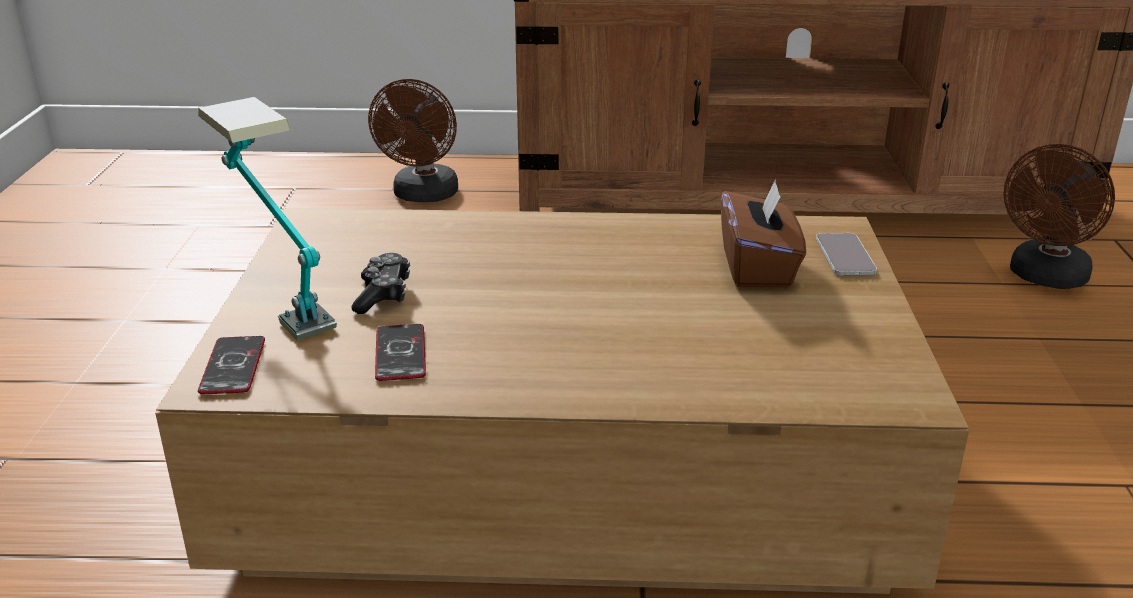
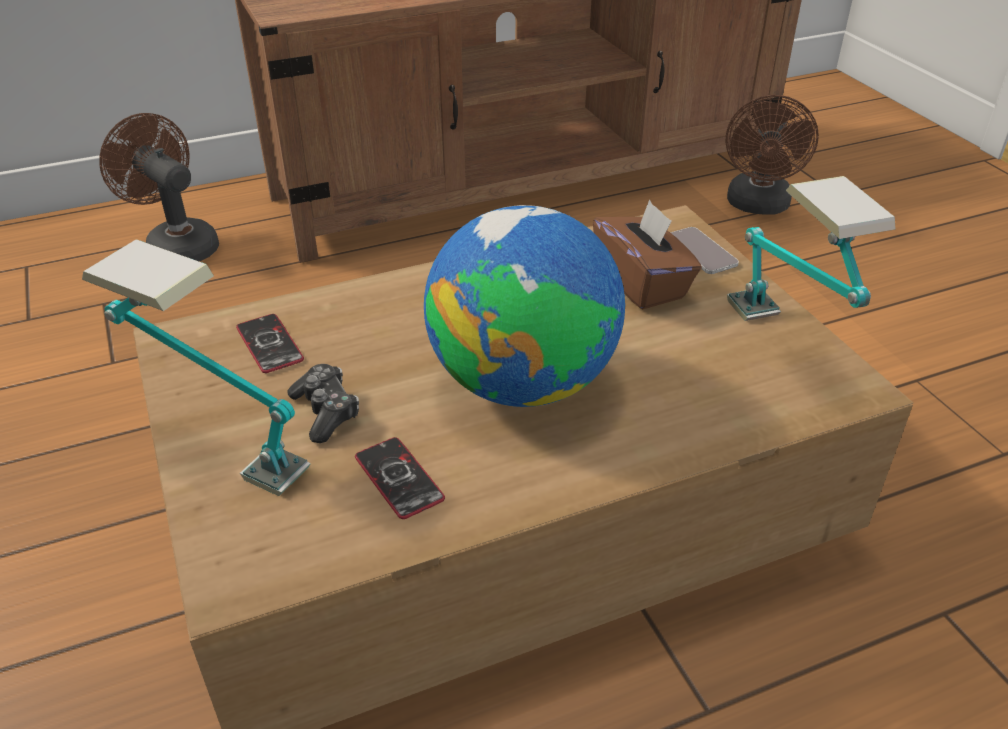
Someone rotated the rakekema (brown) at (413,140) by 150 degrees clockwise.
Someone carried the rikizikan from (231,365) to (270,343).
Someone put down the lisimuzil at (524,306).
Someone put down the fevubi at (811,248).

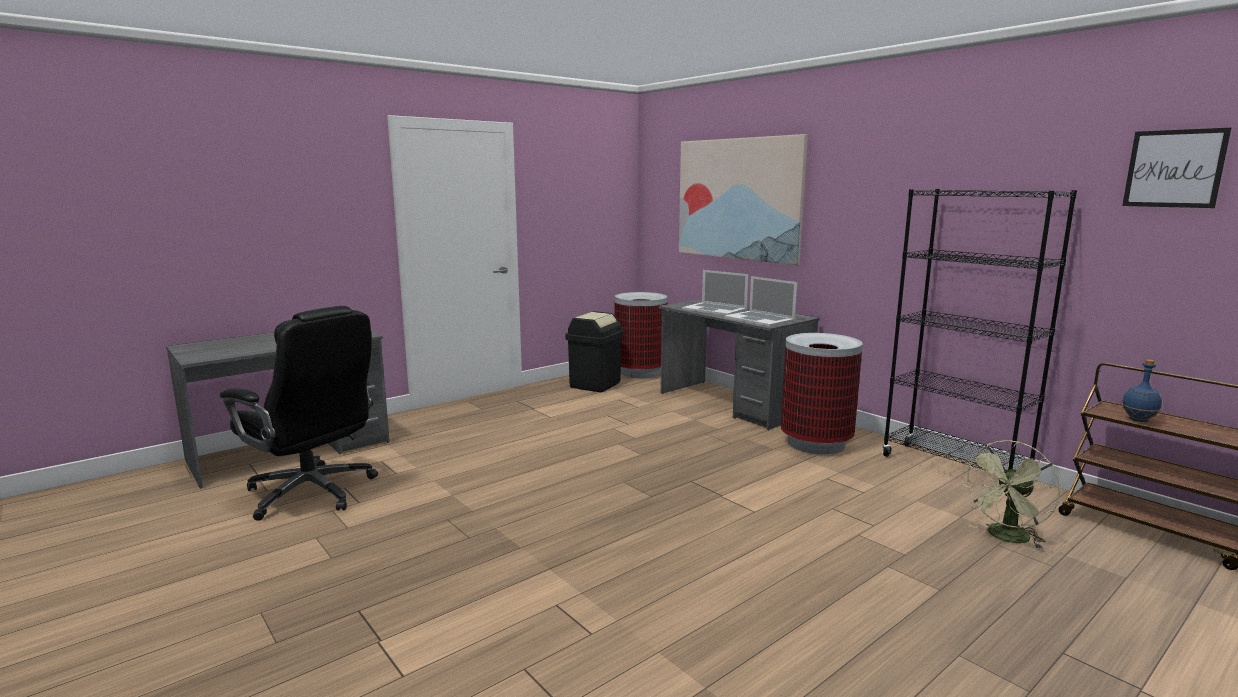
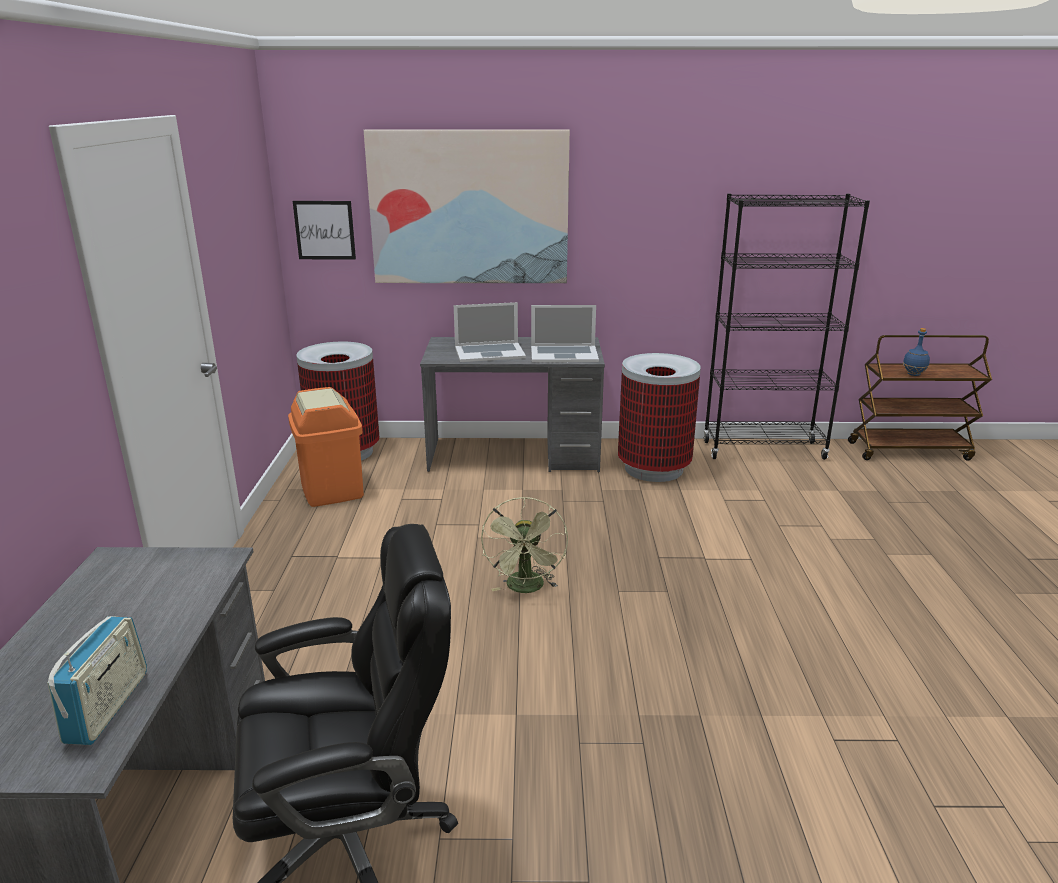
Someone put down the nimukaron at (97,680).
Someone repainted the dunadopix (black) at (595,351), which became the dunadopix (orange) at (326,447).
Someone carried the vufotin from (1176,168) to (324,230).
Someone carried the rakekema (green) from (1011,494) to (524,545).

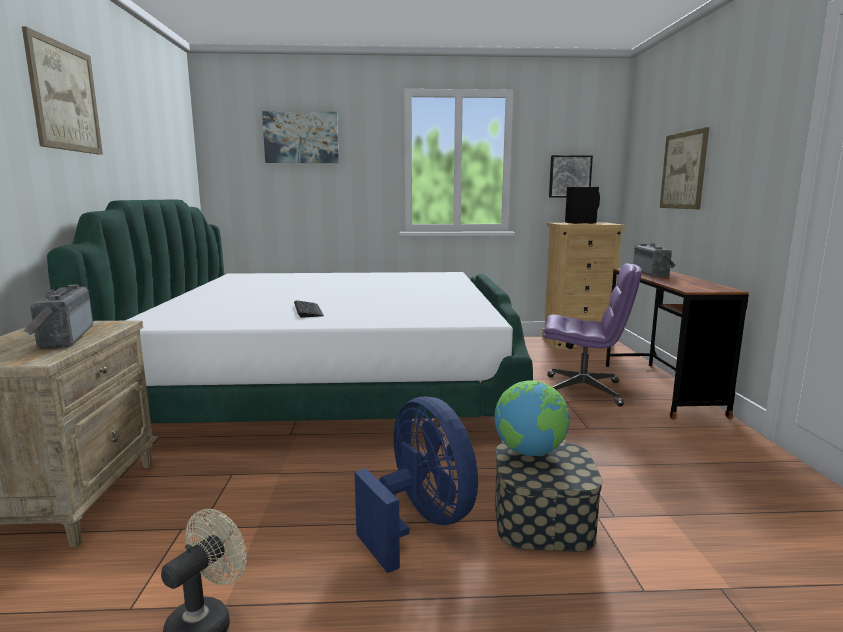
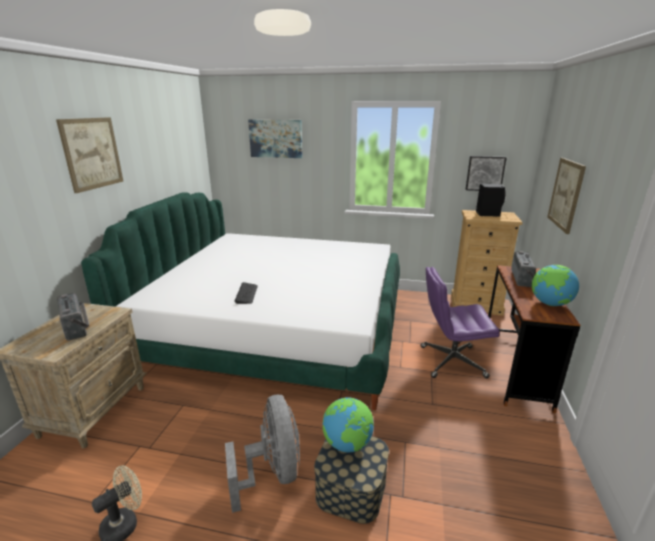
Someone rotated the nimukaron at (58,316) by 150 degrees clockwise.
Someone repainted the rakekema (blue) at (416,485), which became the rakekema (grey) at (262,454).
Someone rotated the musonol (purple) at (592,335) by 150 degrees clockwise.
Someone put down the lisimuzil at (555,285).

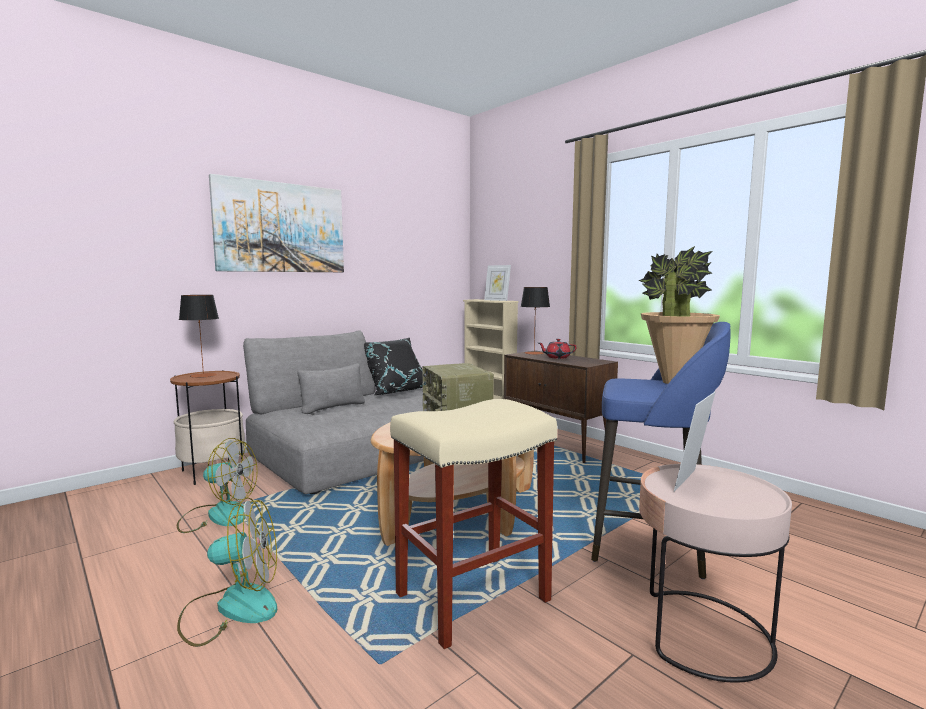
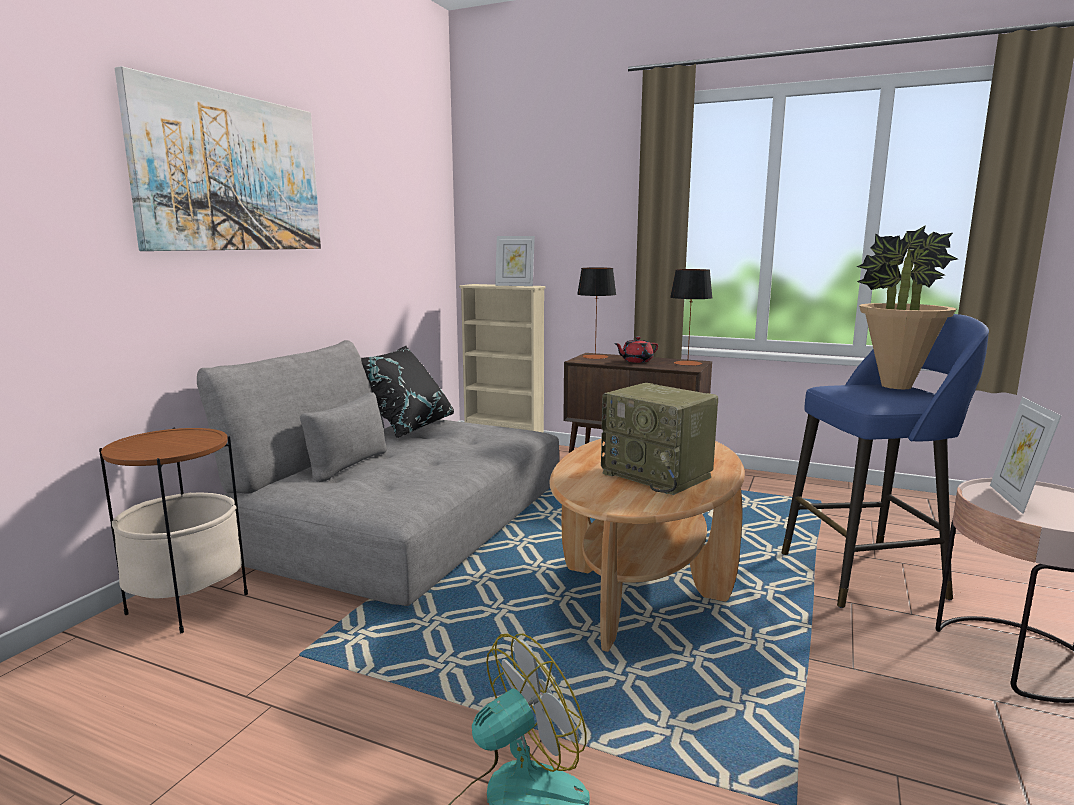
Someone carried the fevubi from (199,336) to (691,317).
Someone took away the rakekema at (217,485).
Someone took away the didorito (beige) at (473,524).

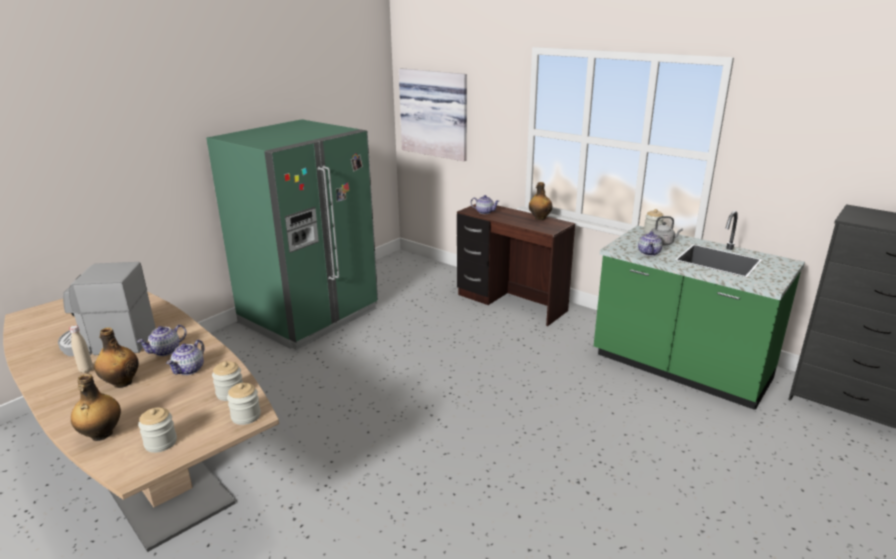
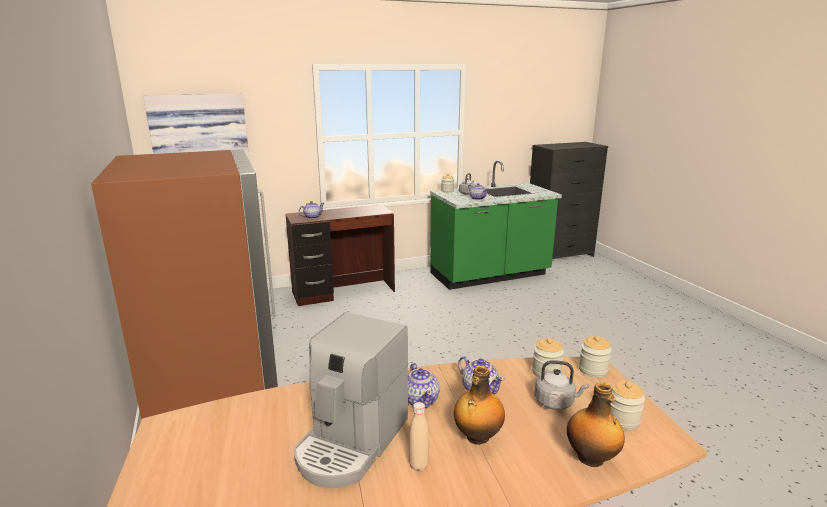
Someone repainted the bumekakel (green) at (292,234), which became the bumekakel (brown) at (184,284).
Someone put down the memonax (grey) at (562,385).
Someone took away the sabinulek at (540,201).

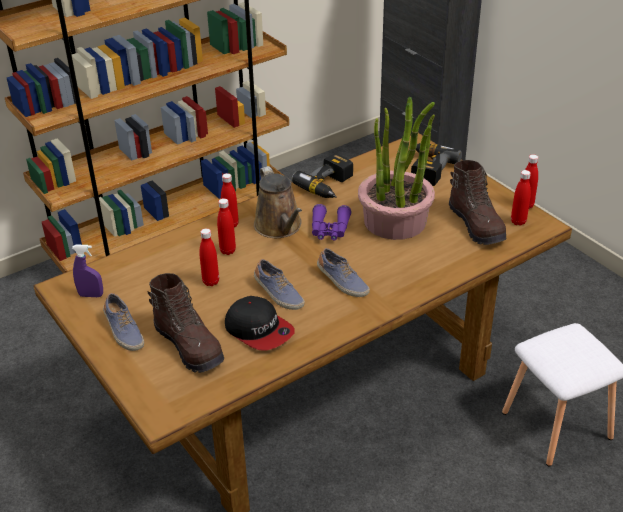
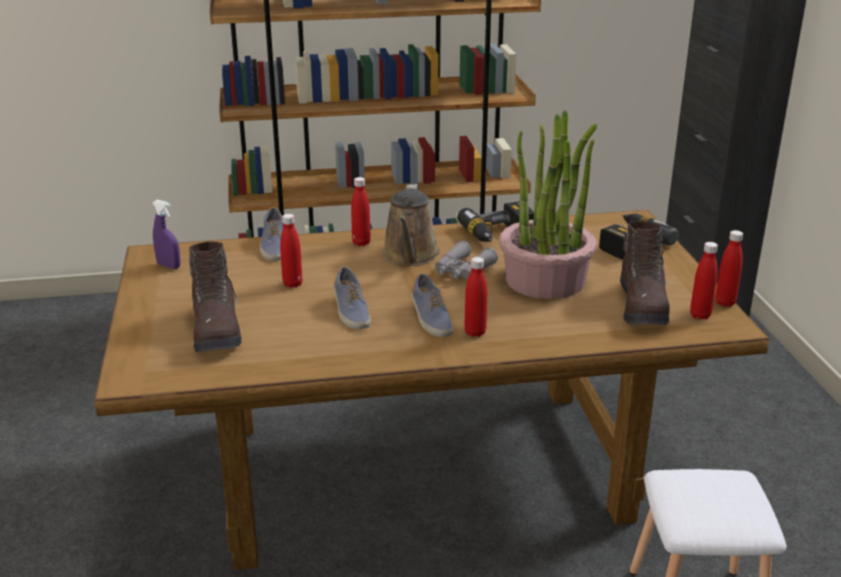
Someone carried the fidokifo from (123,322) to (271,234).
Someone repainted the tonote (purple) at (332,222), which became the tonote (grey) at (466,260).
Someone carried the sabinulek (red) from (226,226) to (475,297).
Someone took away the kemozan at (260,323).

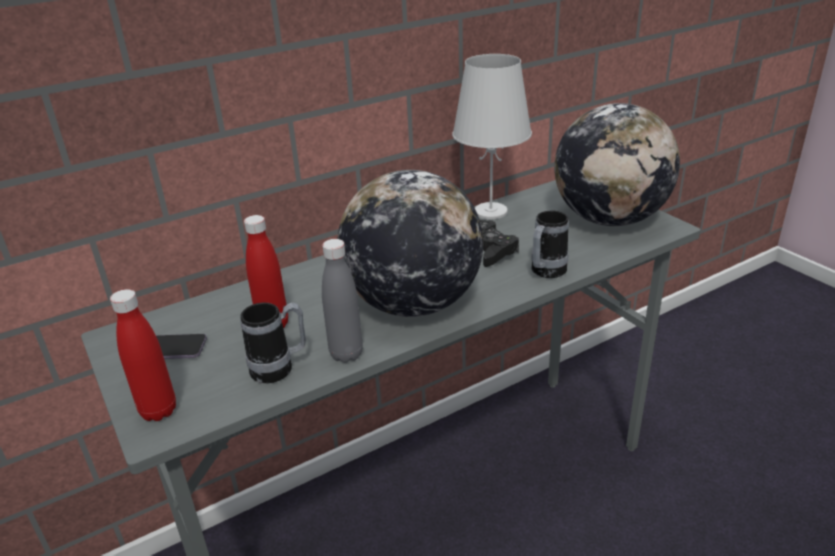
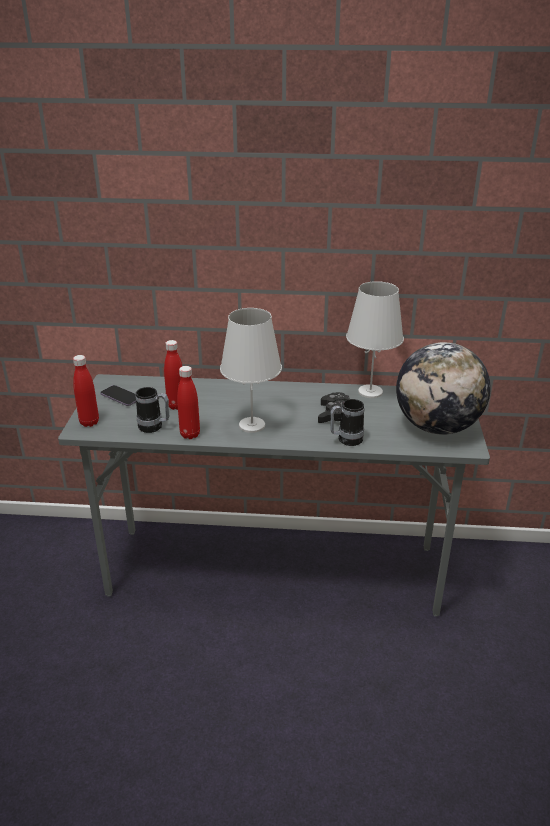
Someone repainted the sabinulek (grey) at (342,301), which became the sabinulek (red) at (188,402).
Someone swapped the lisimuzil at (410,243) for the fevubi (white) at (251,370).

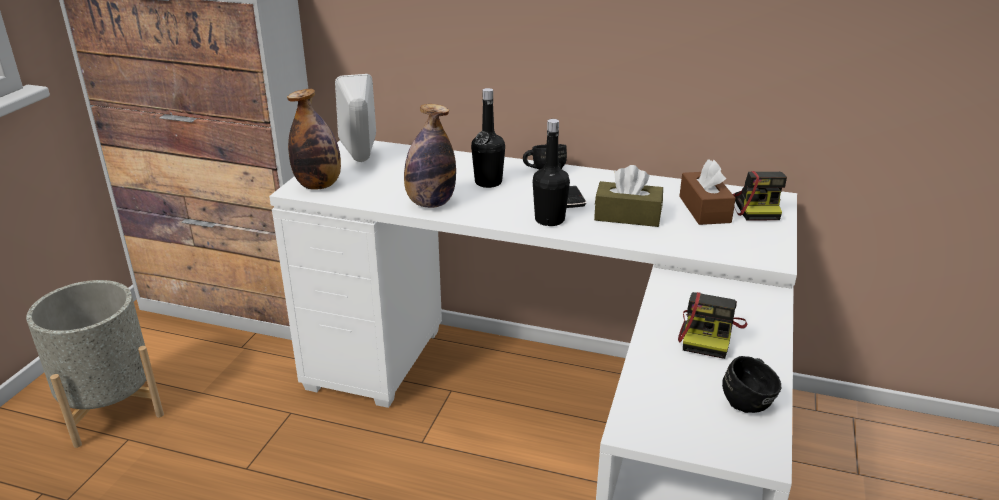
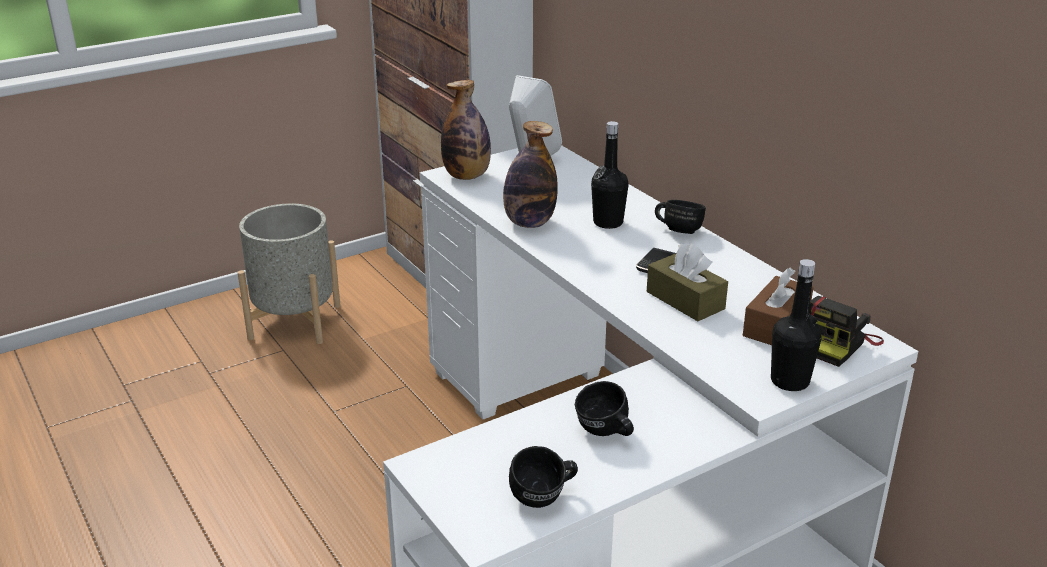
Someone swapped the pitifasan at (712,325) for the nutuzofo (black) at (604,408).
Someone carried the sabinulek (black) from (551,172) to (796,325).

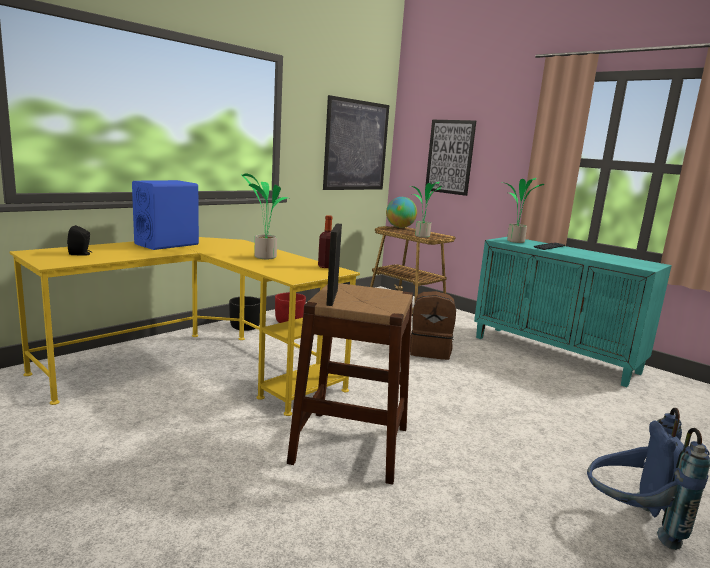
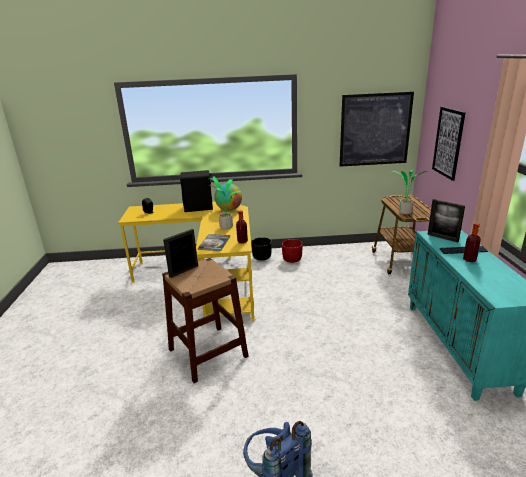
Someone repainted the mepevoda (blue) at (165,215), which became the mepevoda (black) at (196,191).
Someone put down the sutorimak at (214,242).
Someone carried the lisimuzil from (401,212) to (228,197).
Someone swapped the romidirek at (525,210) for the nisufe at (446,220).
Someone put down the sabinulek at (472,242).
Someone took away the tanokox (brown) at (433,325).

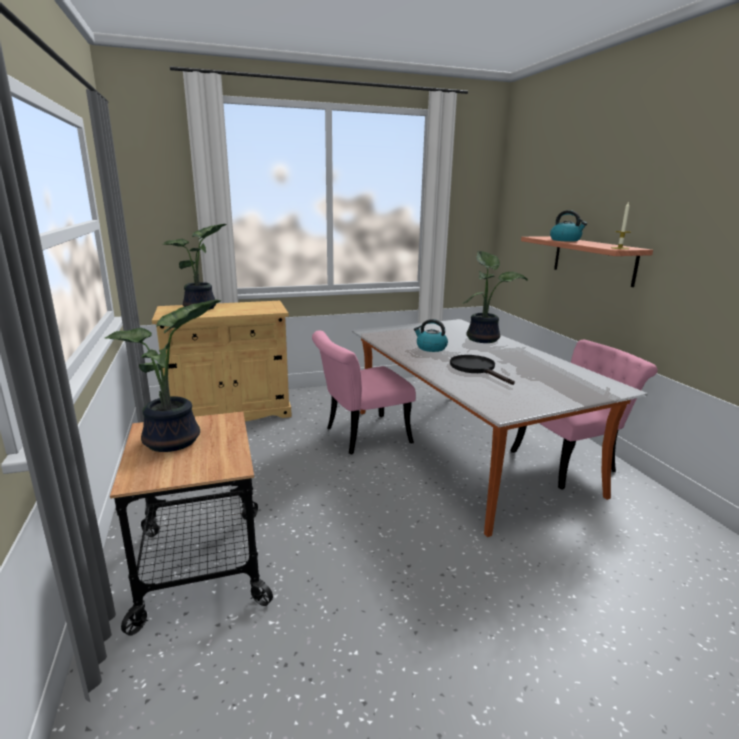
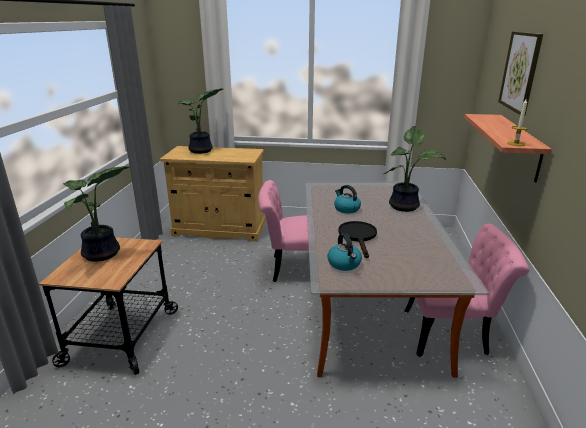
Someone carried the memonax from (568,226) to (345,252).
Someone put up the vufotin at (520,74).

